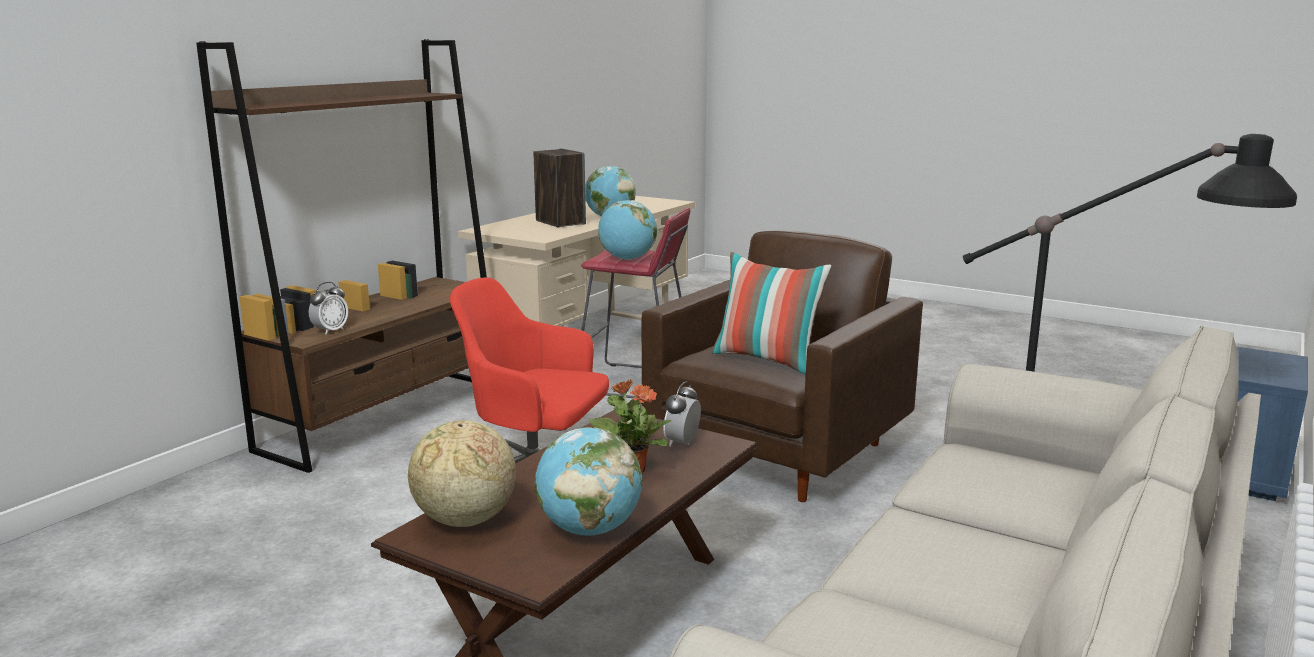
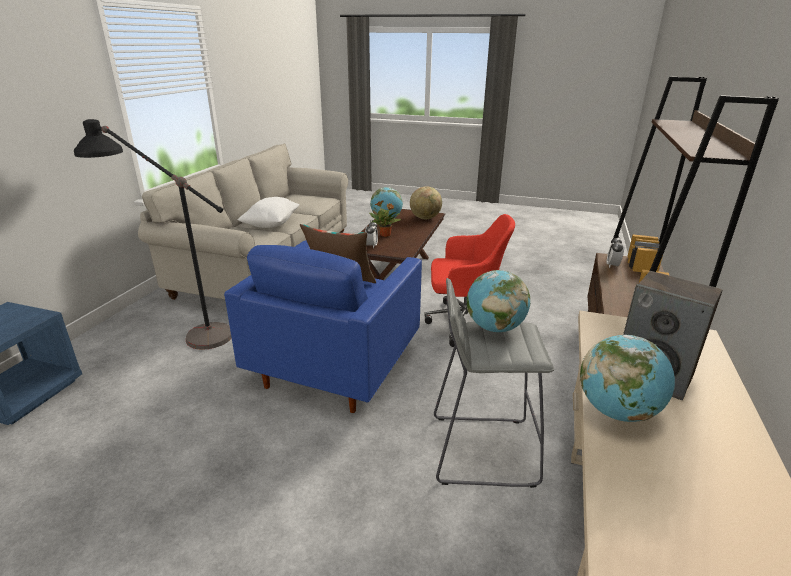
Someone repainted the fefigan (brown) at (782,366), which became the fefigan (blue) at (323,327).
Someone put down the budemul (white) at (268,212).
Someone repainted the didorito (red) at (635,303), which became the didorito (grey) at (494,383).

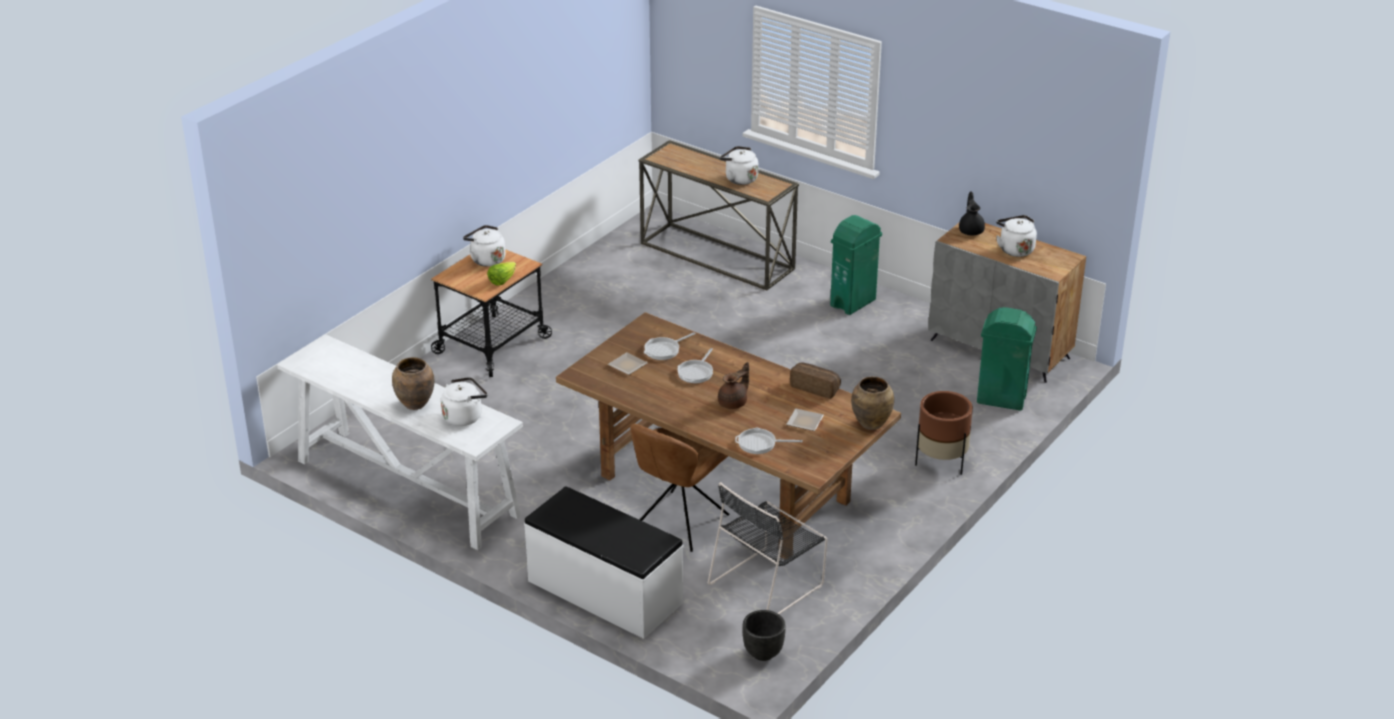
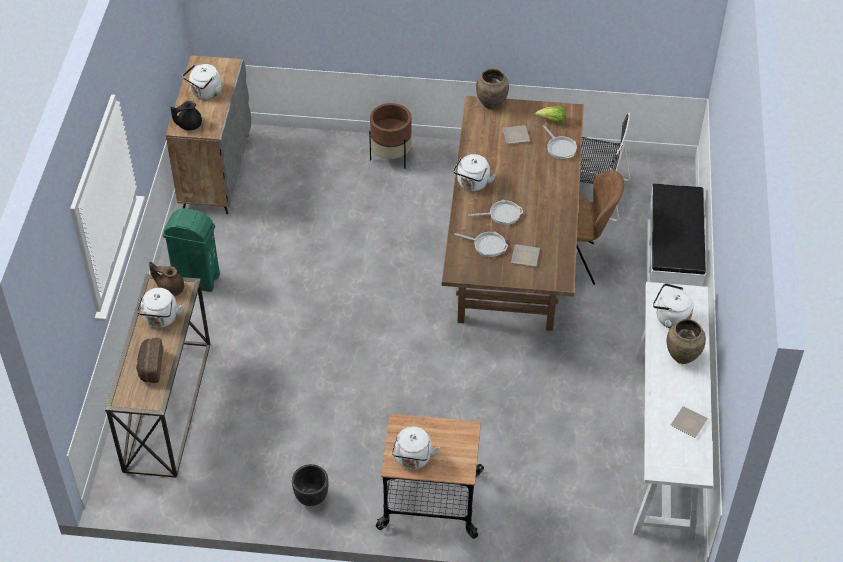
Someone carried the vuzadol from (815,381) to (149,360).
Someone carried the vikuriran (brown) from (733,385) to (166,279).
Someone carried the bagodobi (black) from (764,635) to (310,485).
Someone put down the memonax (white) at (474,172).
Someone carried the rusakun from (501,274) to (550,115).
Someone put down the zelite at (689,422).
Someone took away the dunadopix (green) at (1007,358).

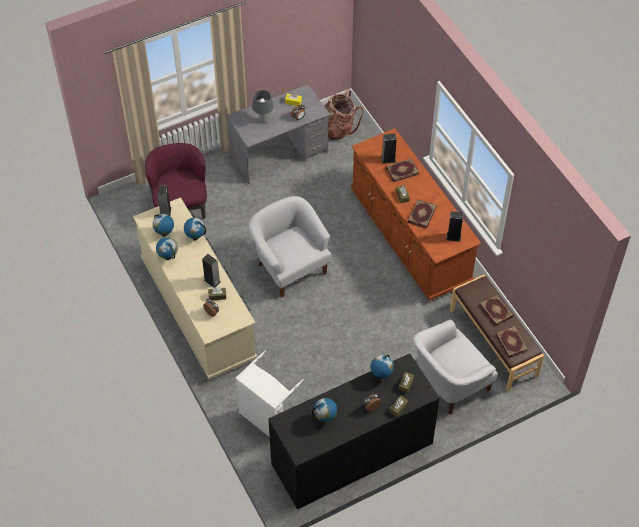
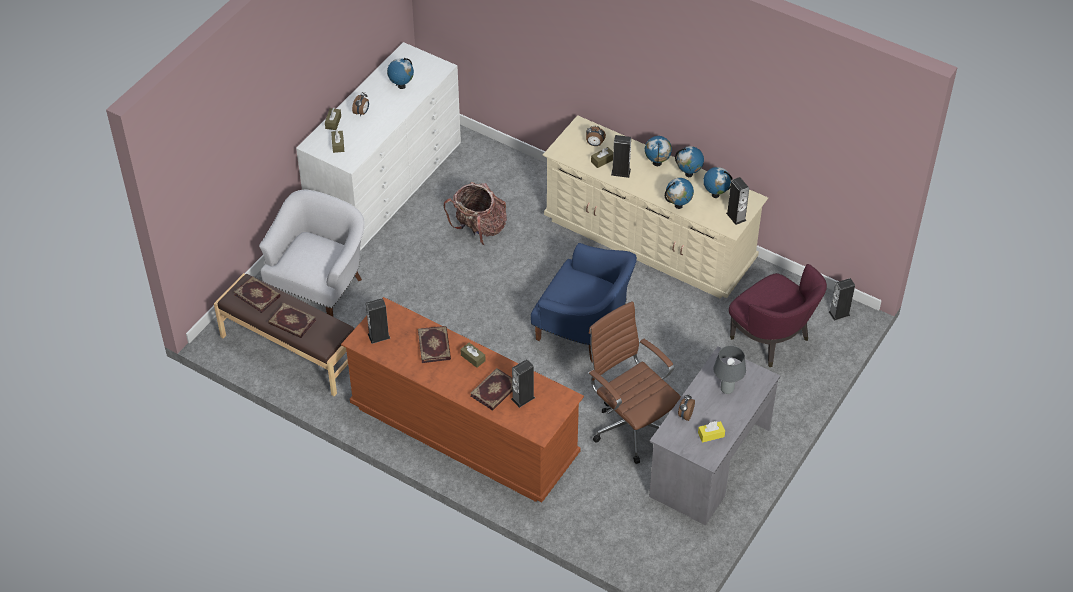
Someone repainted the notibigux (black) at (354,431), which became the notibigux (white) at (378,146).
Someone carried the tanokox from (343,114) to (475,214).
Someone repainted the fefigan (white) at (290,246), which became the fefigan (blue) at (584,303).
Someone put down the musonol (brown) at (634,382).
Someone carried the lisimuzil from (382,367) to (658,151).
Someone put down the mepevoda at (842,299).
Someone took away the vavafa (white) at (269,393).

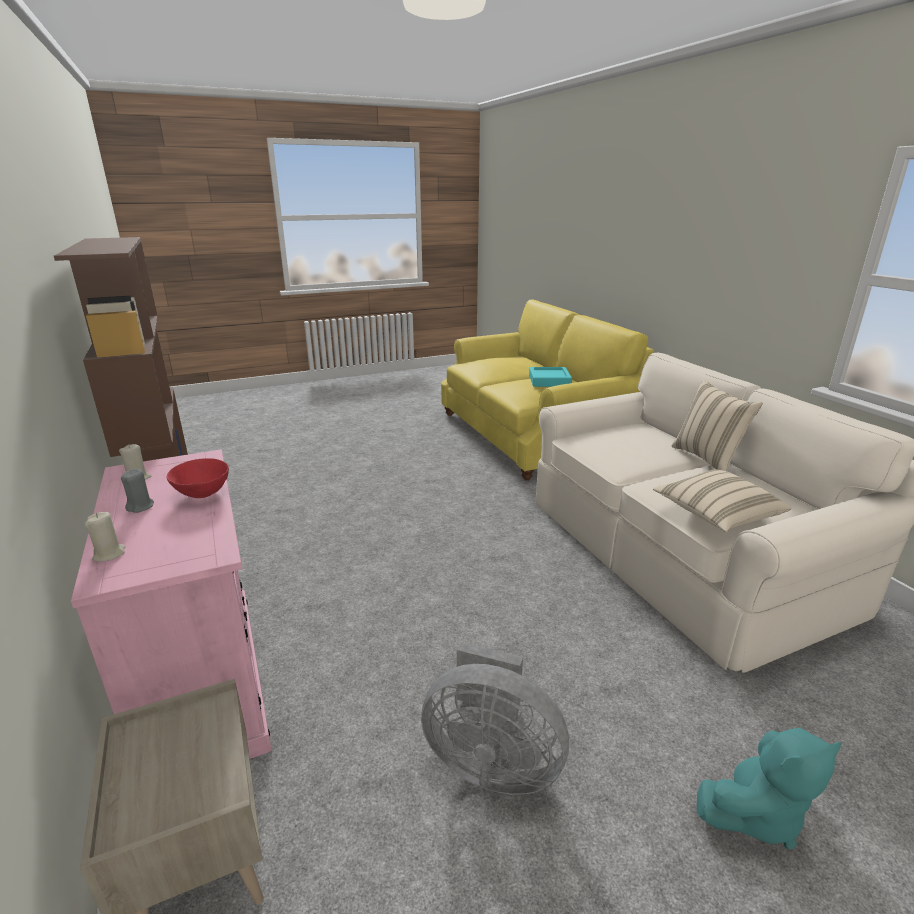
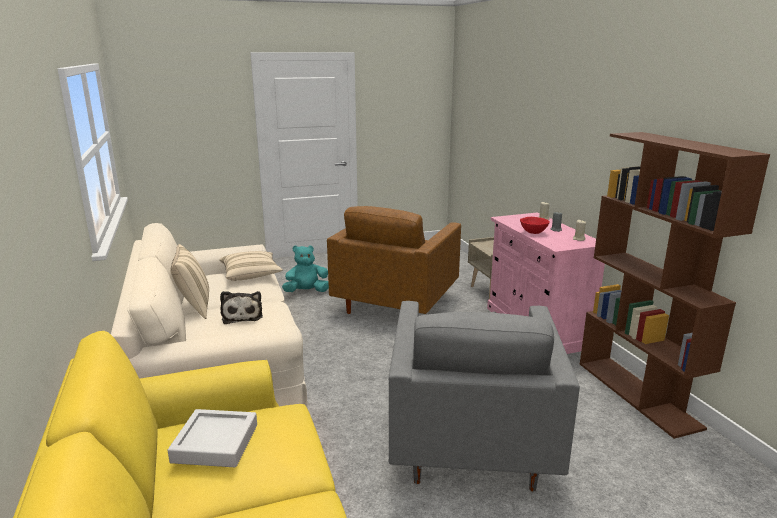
Someone repainted the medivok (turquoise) at (550,377), which became the medivok (grey) at (212,438).
Someone put down the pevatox at (241,307).
Someone swapped the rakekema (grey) at (495,718) for the fefigan (brown) at (394,260).
Someone put down the fefigan (grey) at (484,396).

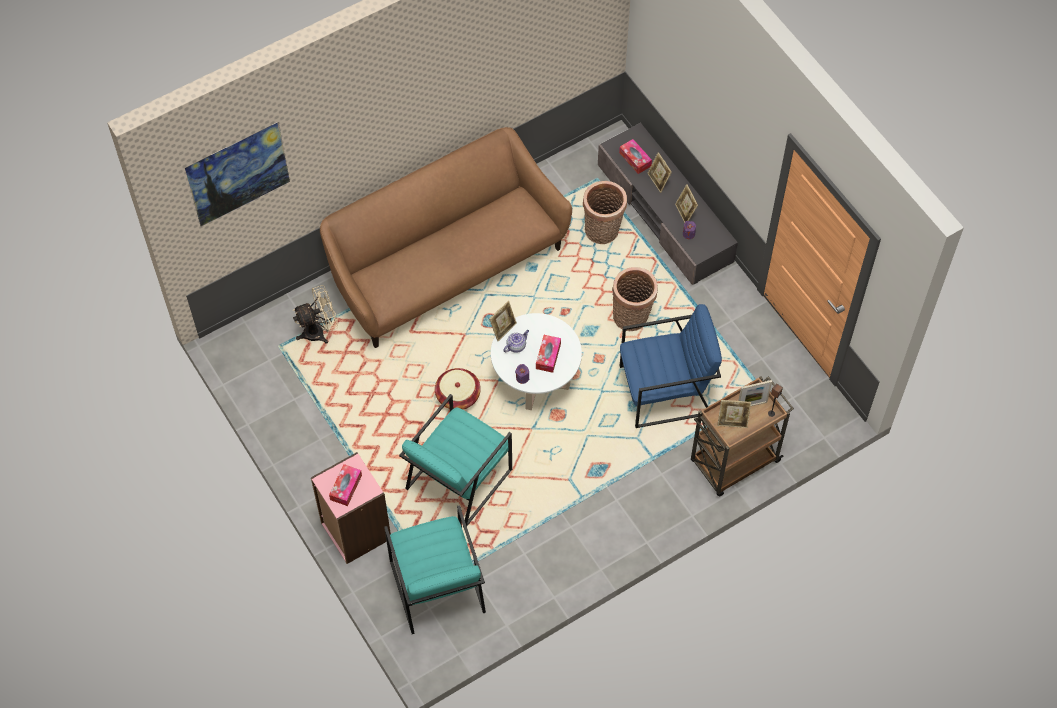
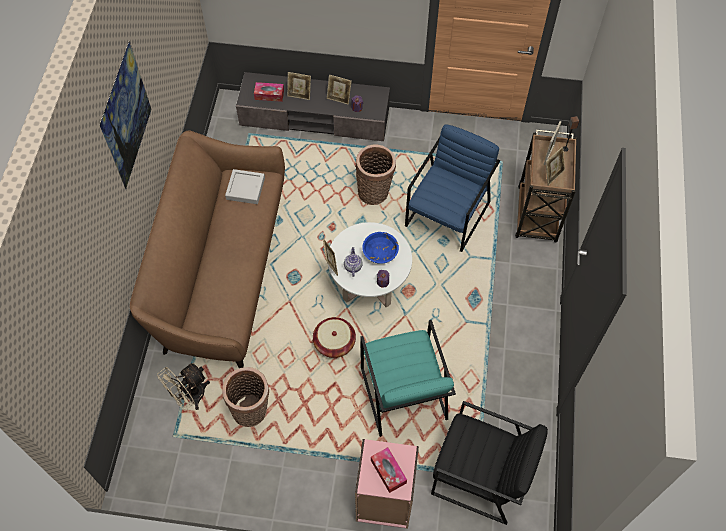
Someone carried the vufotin from (237,174) to (125,115).
Someone rotated the rakekema (beige) at (315,314) by 150 degrees counterclockwise.
Someone carried the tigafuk from (605,212) to (245,397).
Someone put down the medivok (grey) at (245,186).
Someone swapped the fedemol at (548,354) for the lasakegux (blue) at (380,248).
Someone repainted the fefigan (turquoise) at (435,569), which became the fefigan (black) at (489,463).

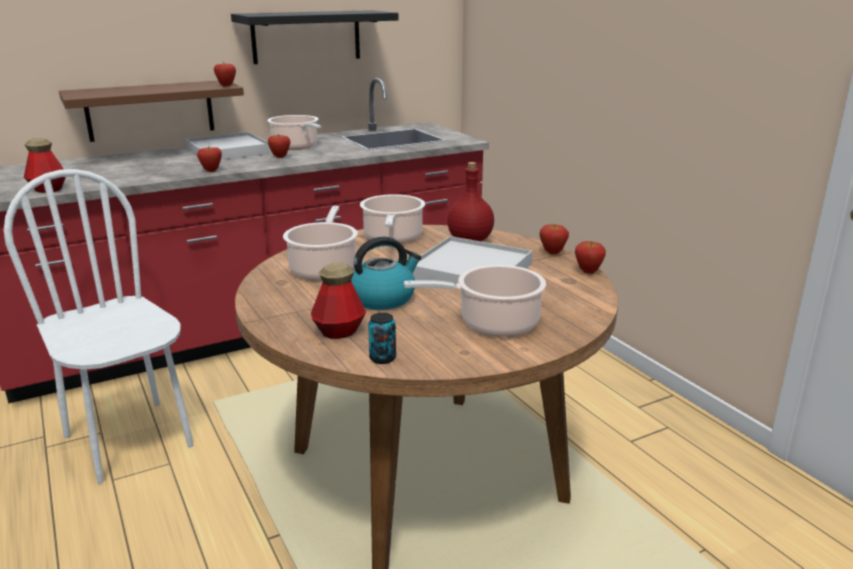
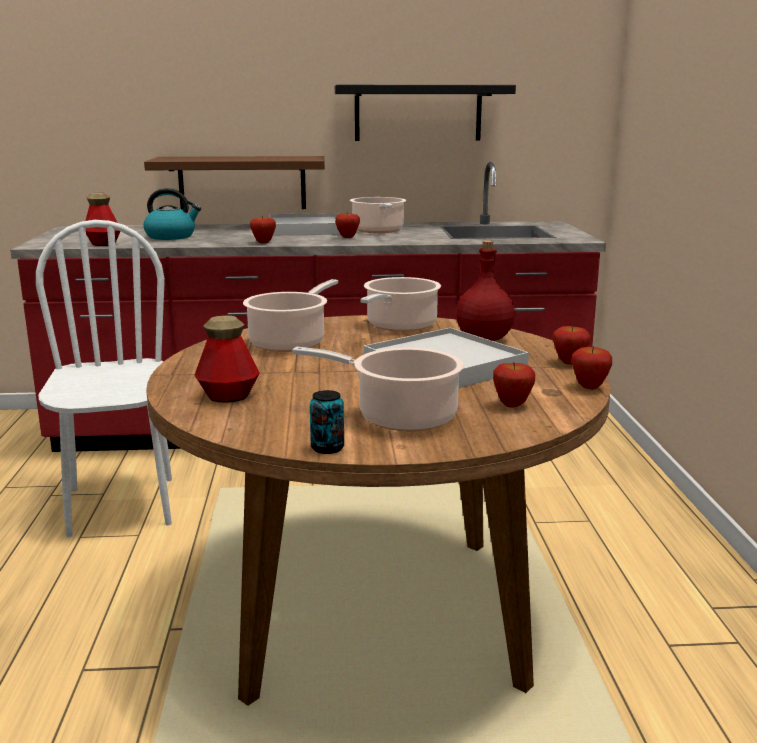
Someone carried the memonax from (386,273) to (172,214).
Someone carried the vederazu from (382,338) to (327,422).
Someone carried the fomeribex from (225,74) to (514,384).

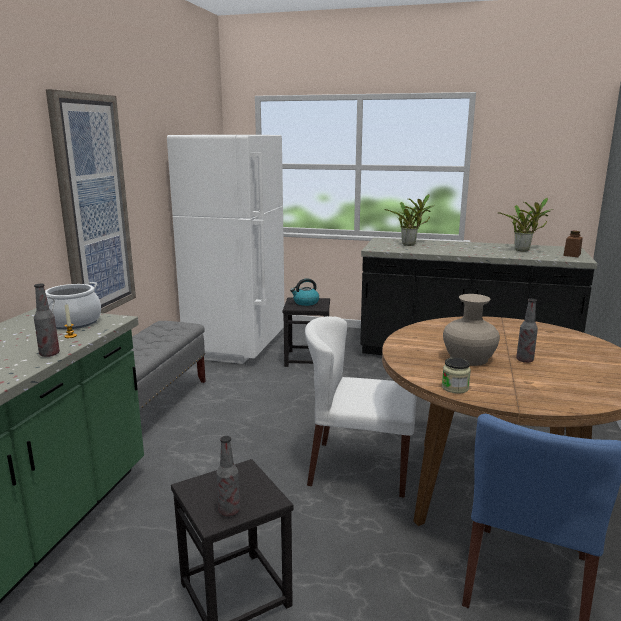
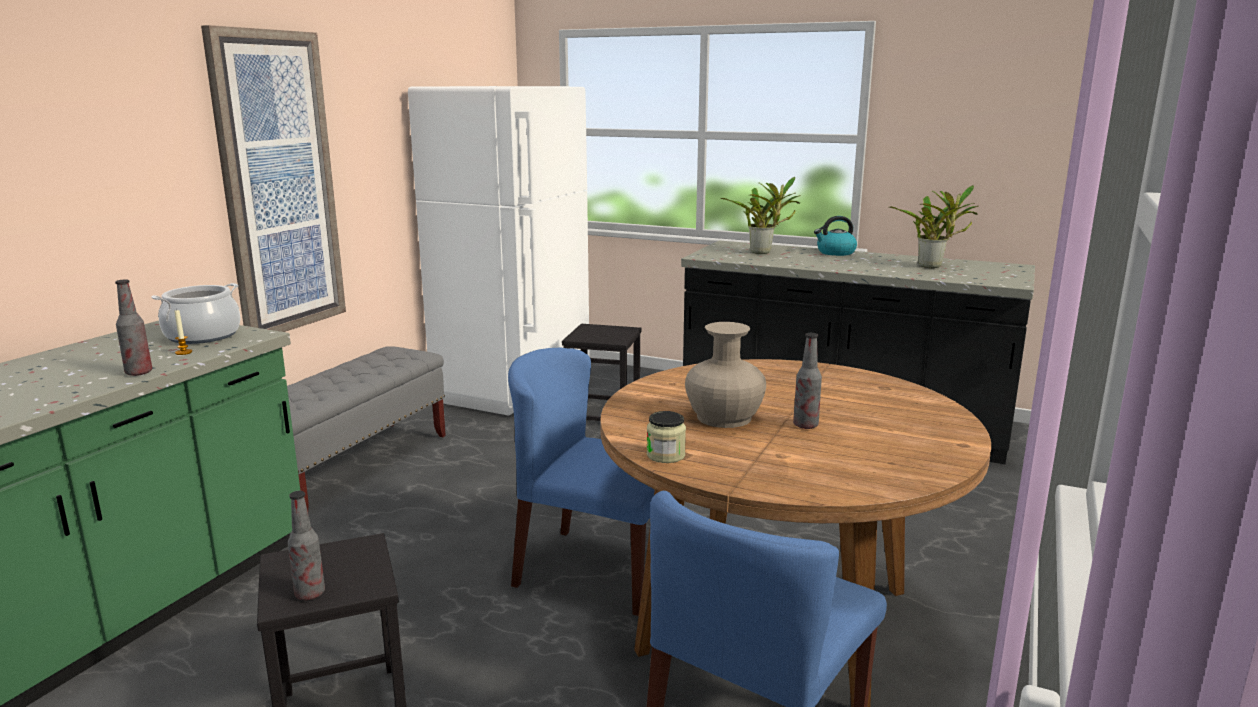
Someone repainted the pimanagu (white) at (361,406), which became the pimanagu (blue) at (581,482).
Someone carried the memonax from (304,292) to (835,236).
Someone took away the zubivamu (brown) at (573,244).

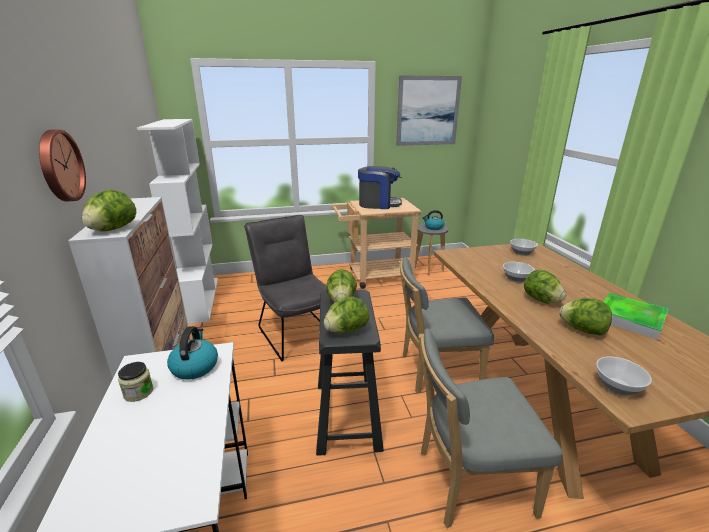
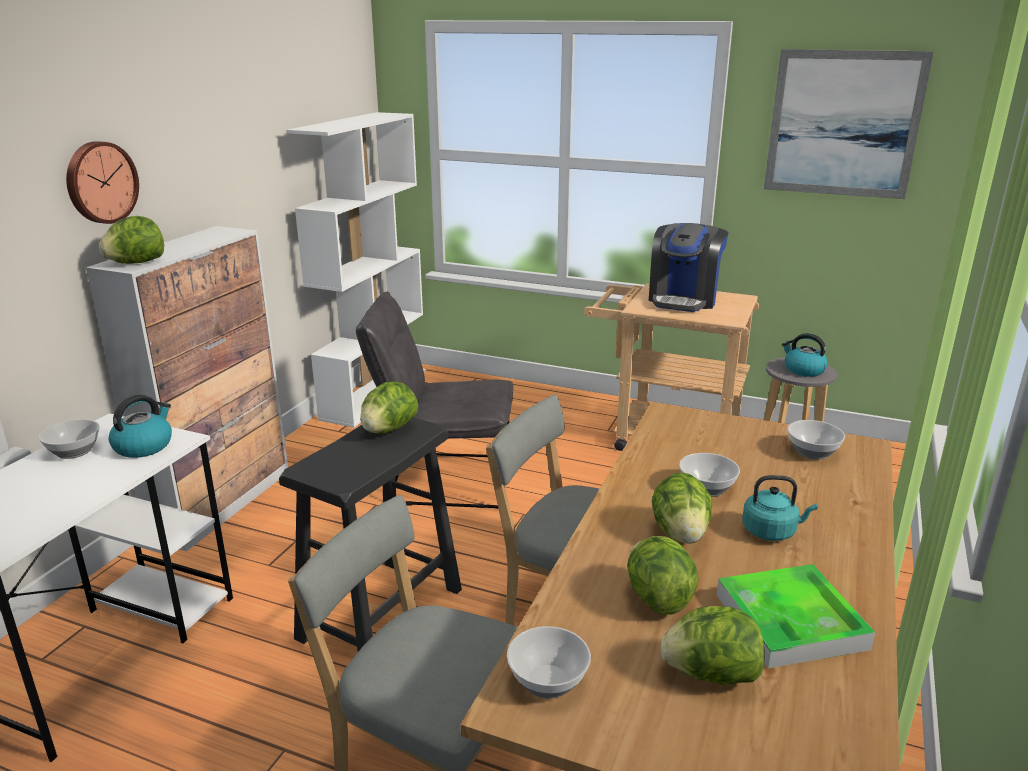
Someone swapped the zubivamu at (136,382) for the lasakegux at (69,439).
Someone rotated the pimanagu (grey) at (285,288) by 90 degrees counterclockwise.
Someone rotated the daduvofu at (380,187) by 75 degrees clockwise.
Someone carried the rusakun from (346,314) to (713,645).
Someone put down the memonax (turquoise) at (780,508).

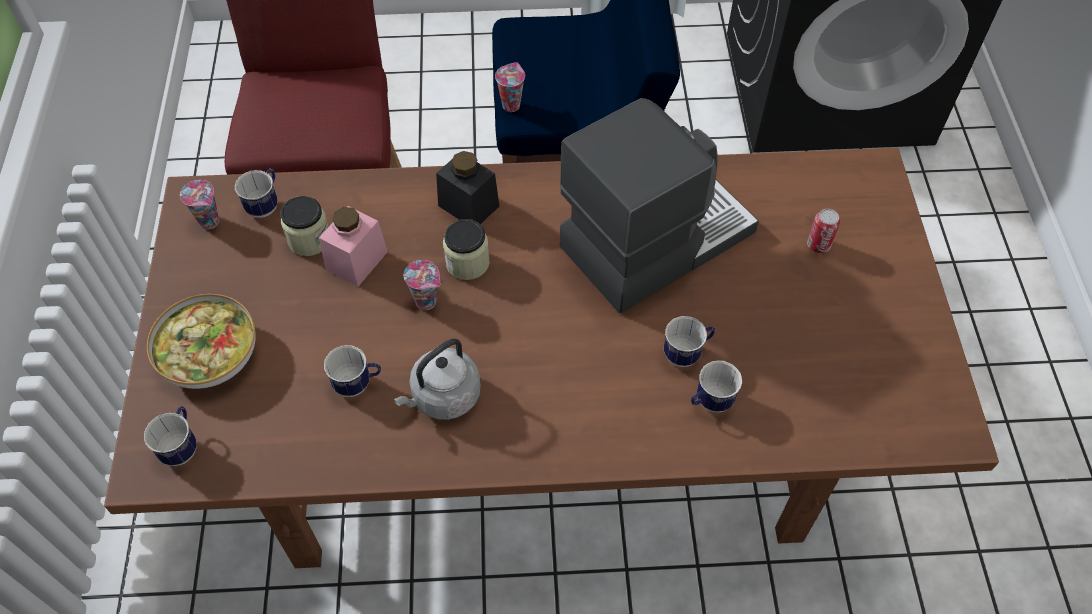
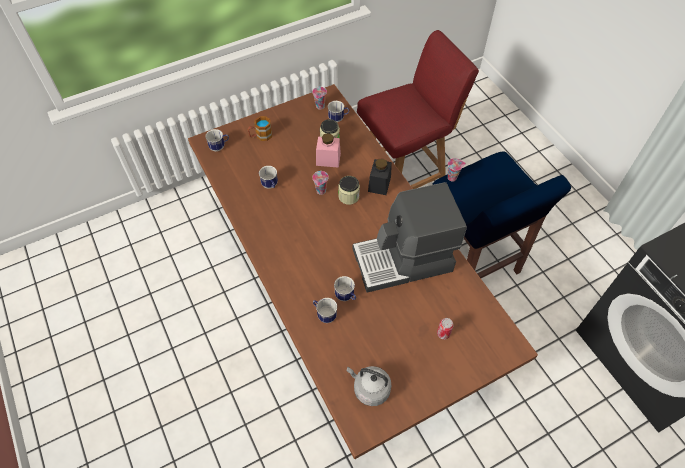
Someone swapped the lasakegux at (201,341) for the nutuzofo at (260,128).
Someone carried the memonax (grey) from (437,379) to (369,386).
Someone rotated the daduvofu at (659,205) by 135 degrees clockwise.

